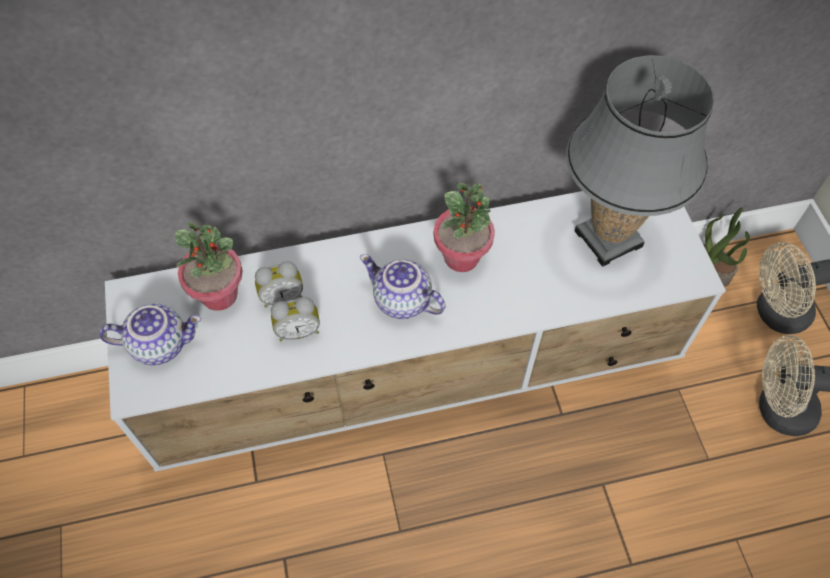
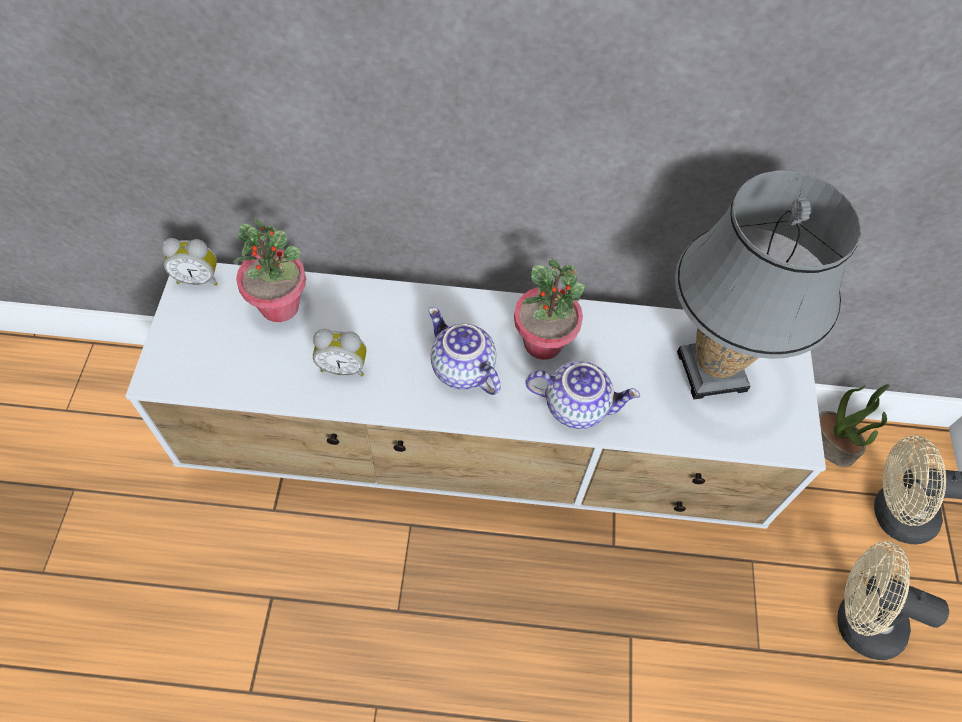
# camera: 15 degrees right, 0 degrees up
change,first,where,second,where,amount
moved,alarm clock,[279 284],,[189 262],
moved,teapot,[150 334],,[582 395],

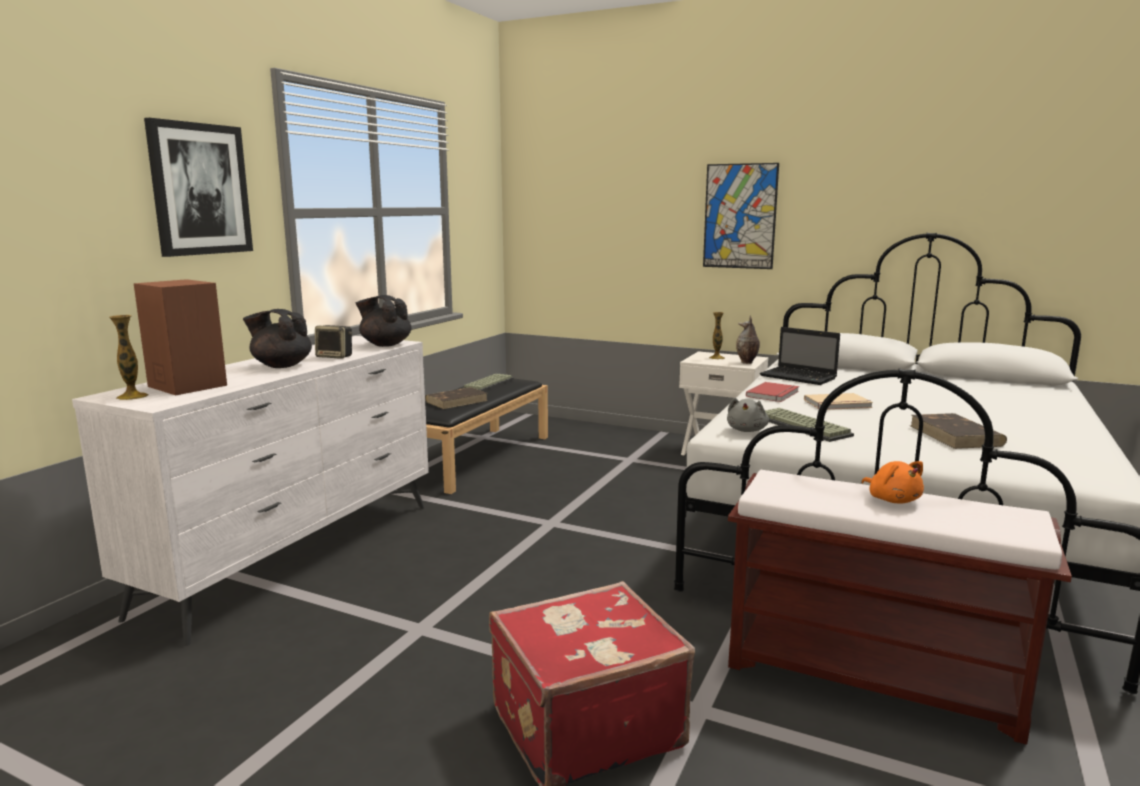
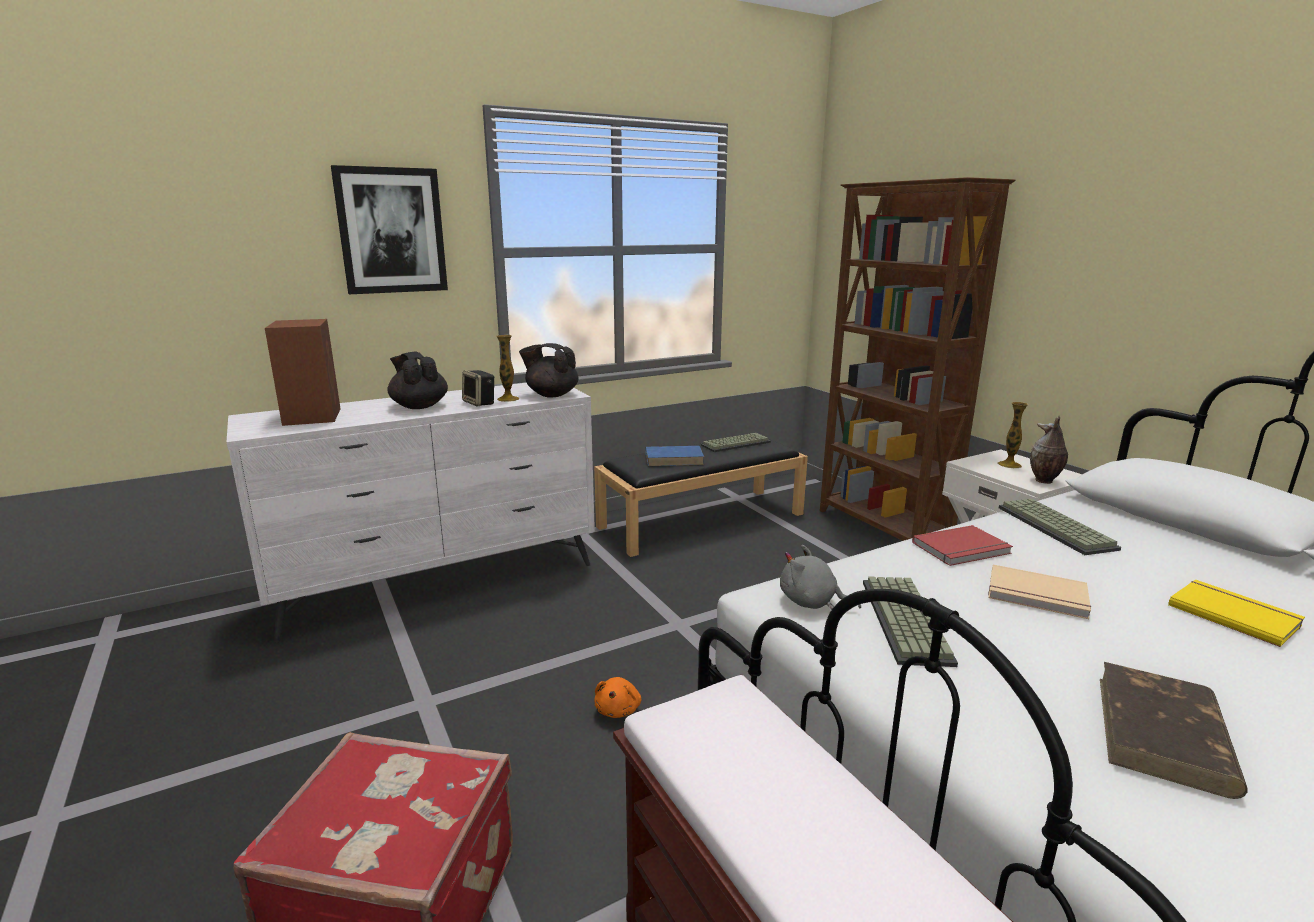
# camera: 35 degrees right, 5 degrees up
change,first,where,second,where,amount
removed,picture,[741 216],,,
turned,black teapot,[383 321],,[548 370],45 degrees counterclockwise
moved,vase,[128 357],,[507 368],
replaced,laptop,[800 356],keyboard,[1060 527],
recoloured,brown book,[456 398],blue book,[675 456],
turned,grey plush toy,[748 415],,[820 577],60 degrees clockwise
moved,orange plush toy,[892 482],,[618 697],
added,,,brown bookcase,[917 359],
added,,,yellow book,[1236 613],

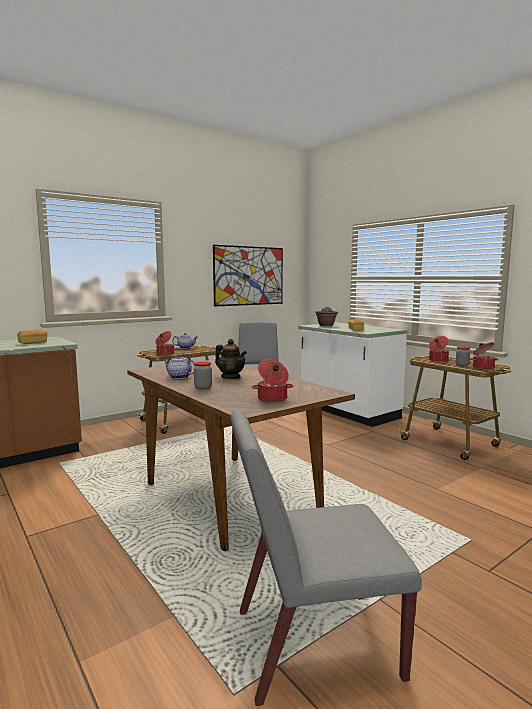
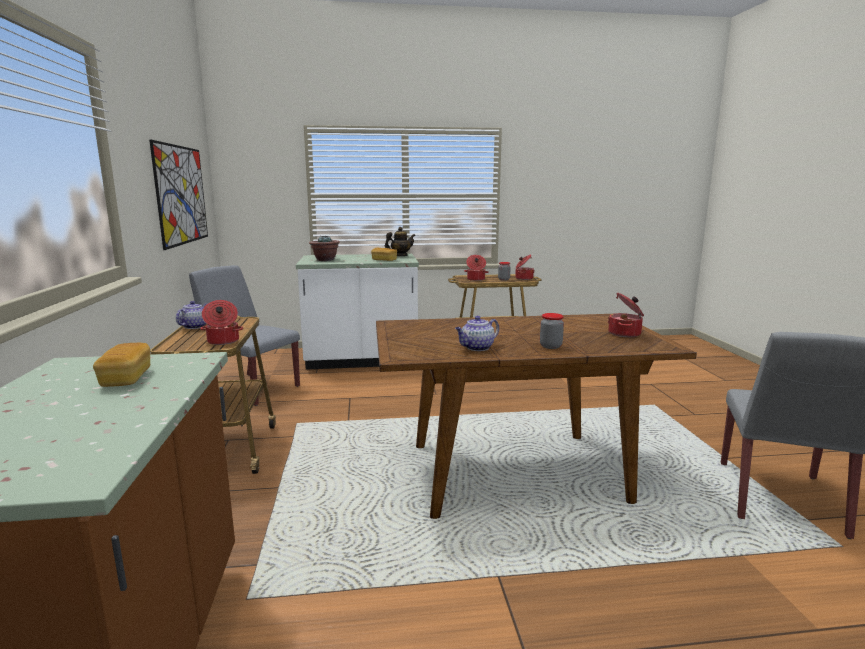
# camera: 60 degrees left, 5 degrees up
change,first,where,second,where,amount
moved,teapot,[231 359],,[400 241],

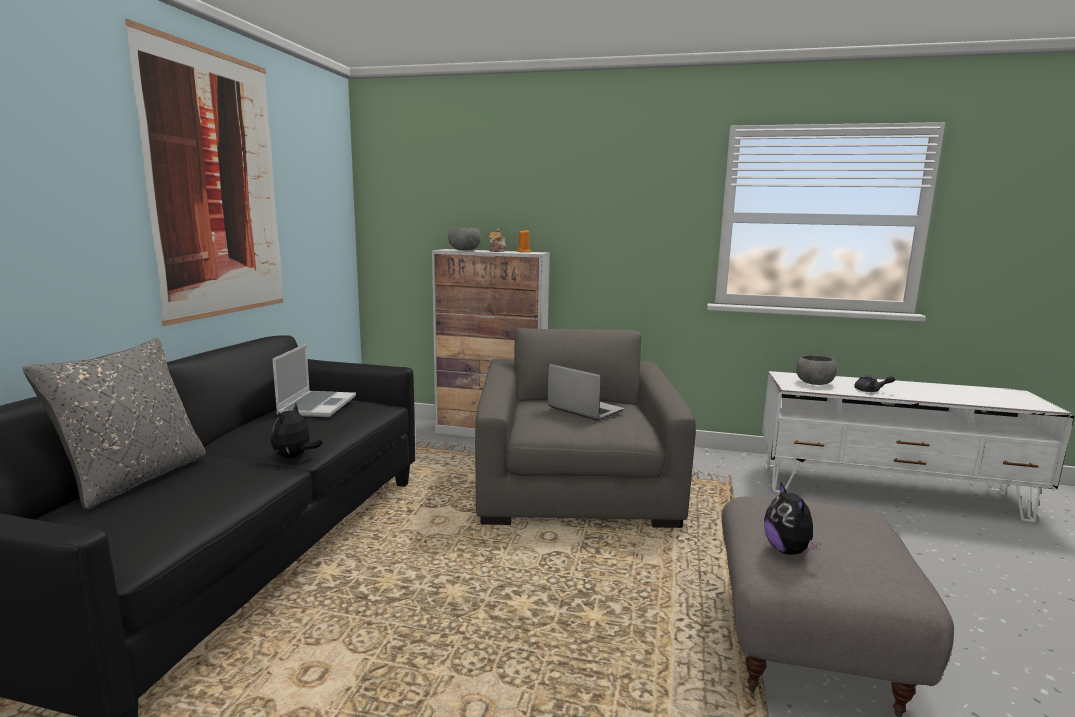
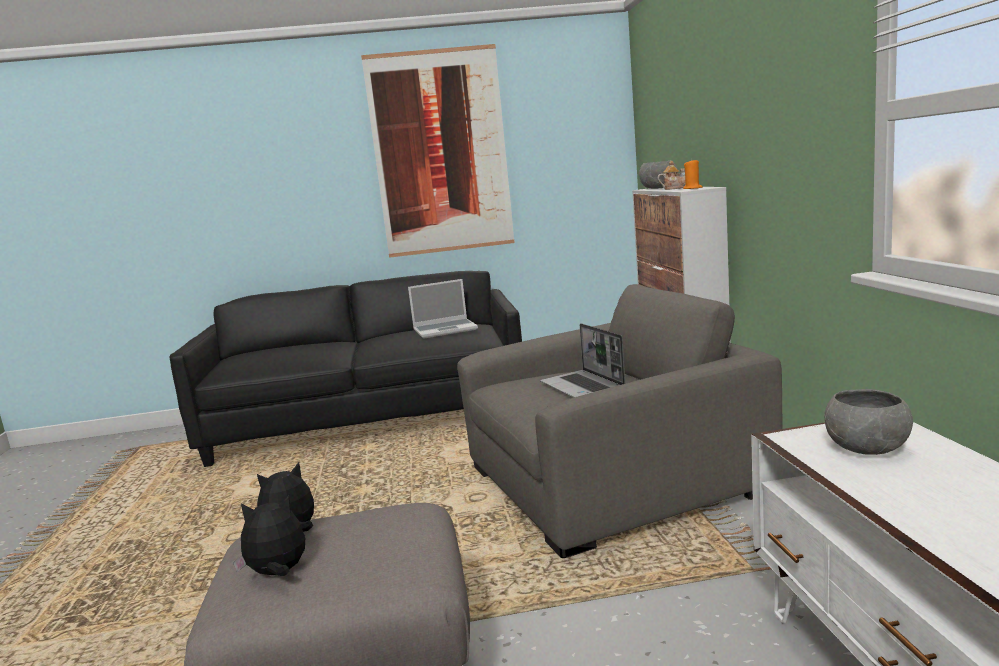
# camera: 70 degrees right, 0 degrees up
change,first,where,second,where,amount
removed,grey pillow,[114 424],,,
turned,laptop,[585 392],,[582 360],135 degrees clockwise
removed,grey teapot,[874 383],,,
moved,plush toy,[296 431],,[269 535],

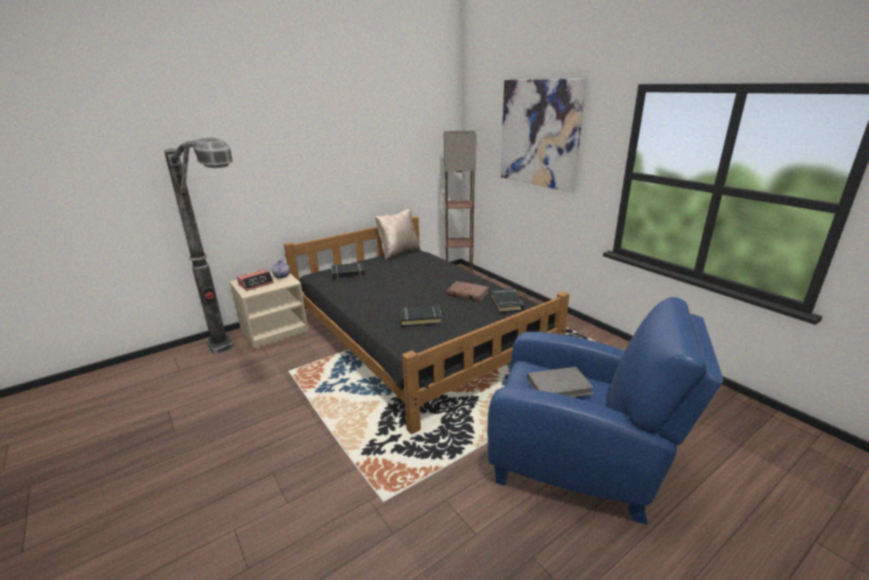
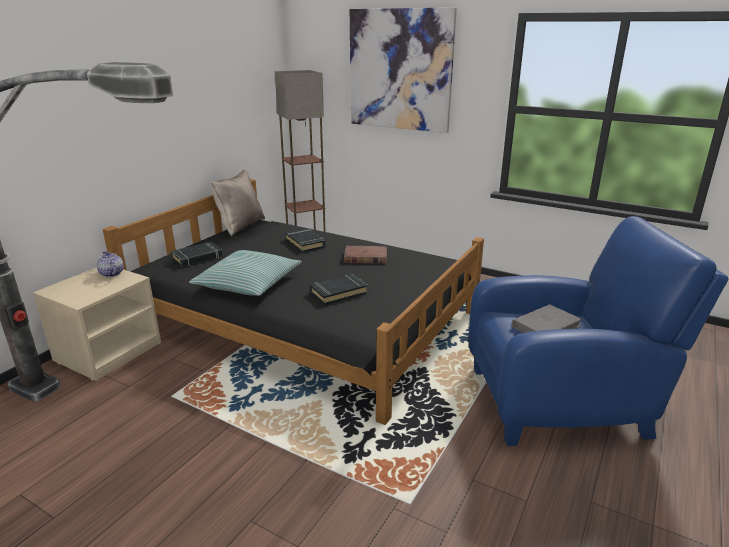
# camera: 25 degrees left, 0 degrees up
change,first,where,second,where,amount
removed,alarm clock,[255 280],,,
moved,black book,[507 300],,[305 240],
added,,,pillow,[245 273],

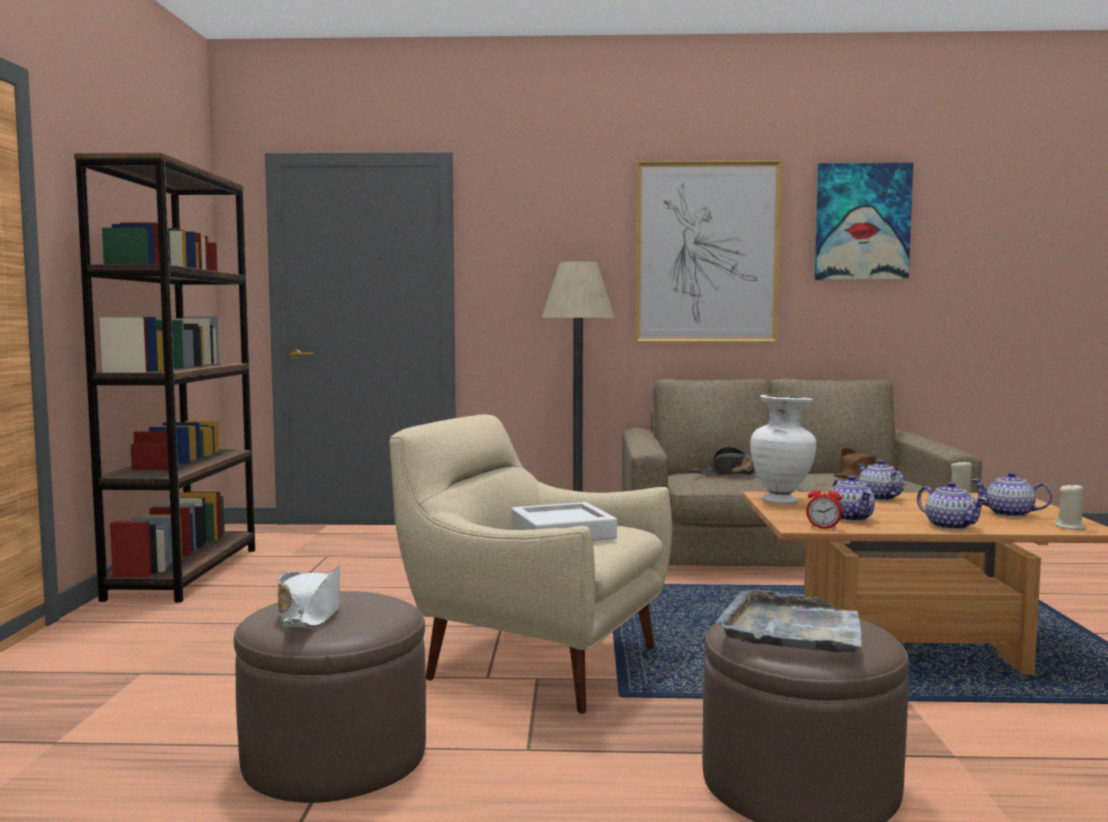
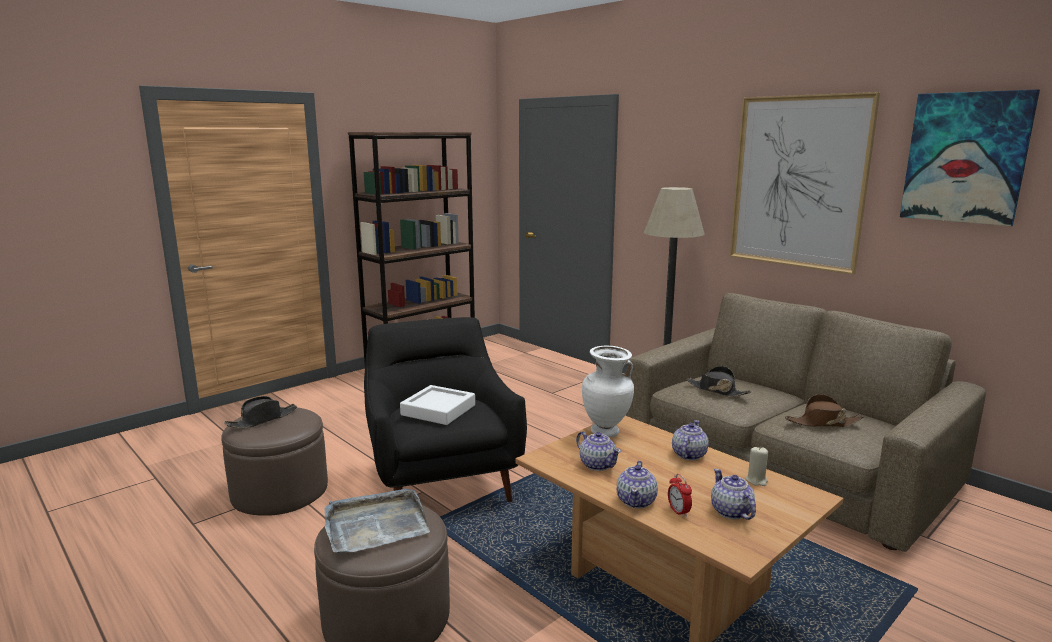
# camera: 45 degrees right, 10 degrees up
change,first,where,second,where,amount
recoloured,beige armchair,[530 564],black armchair,[445 409],
turned,teapot,[852 498],,[598 451],75 degrees counterclockwise
removed,beige candle,[1070 506],,,
moved,alarm clock,[824 506],,[680 496],
recoloured,white hat,[309 597],black hat,[260 412],

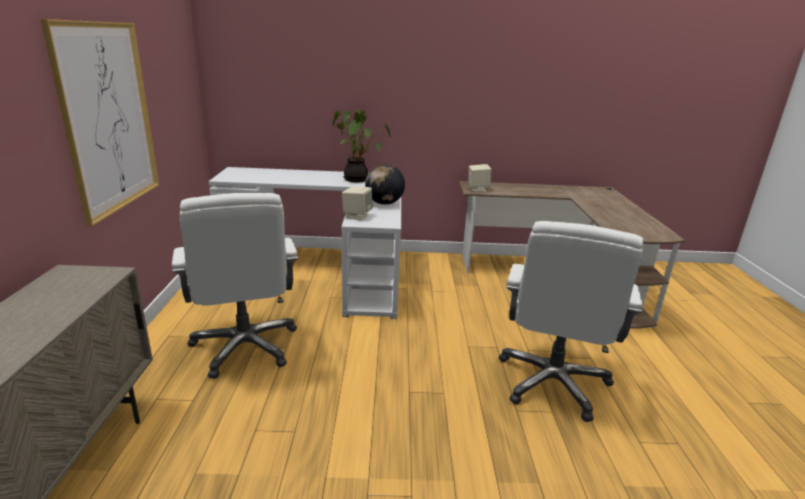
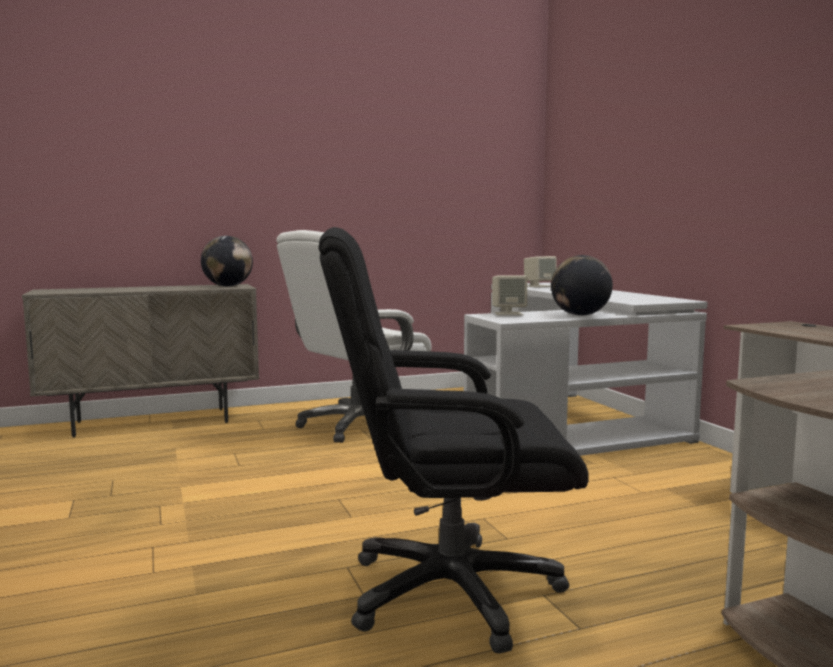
# camera: 70 degrees right, 15 degrees down
change,first,where,second,where,amount
removed,picture,[99 123],,,
removed,potted plant,[361 145],,,
moved,beige speaker,[480 178],,[540 272],
recoloured,white office chair,[571 321],black office chair,[454 440],
added,,,globe,[227 261],

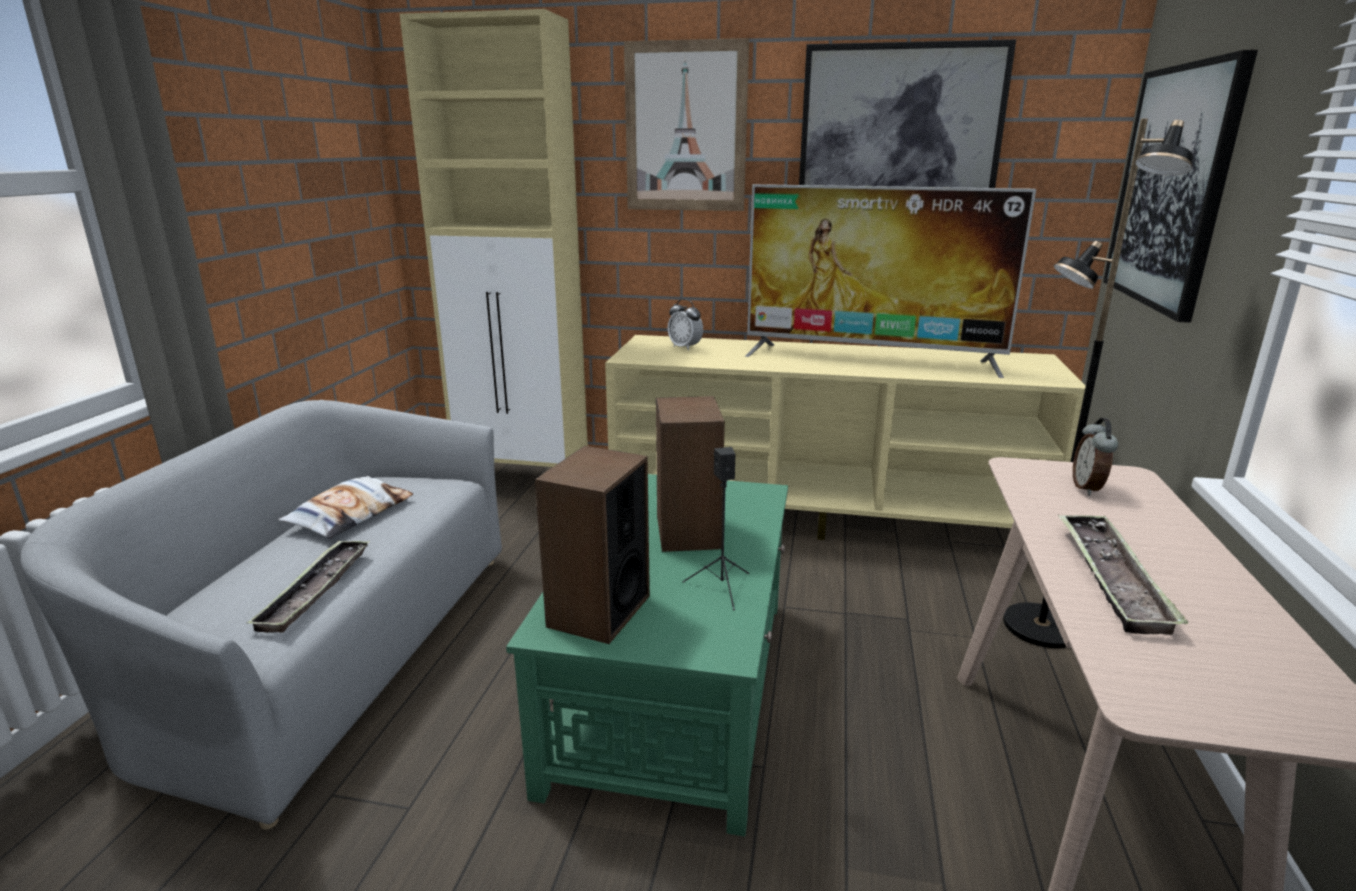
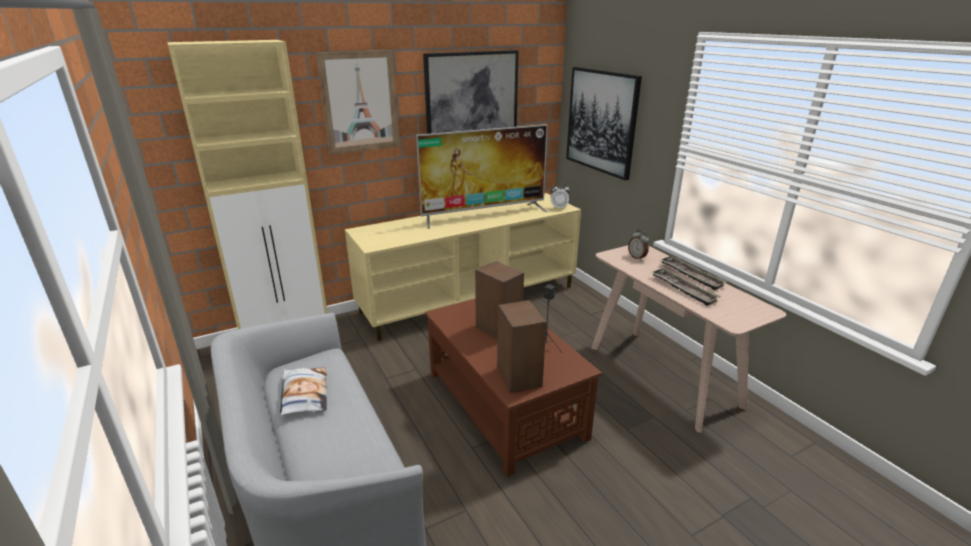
# camera: 40 degrees left, 5 degrees up
change,first,where,second,where,amount
removed,black floor lamp,[1098 383],,,
moved,alarm clock,[685 325],,[560 196],
recoloured,green coffee table,[647 655],brown coffee table,[513 388],
moved,tray,[308 586],,[693 273],

